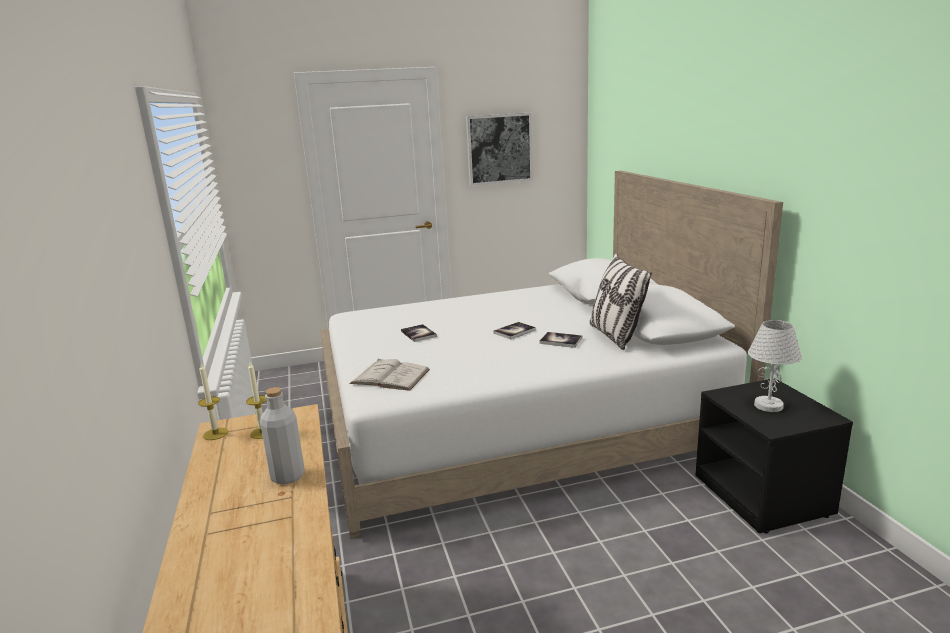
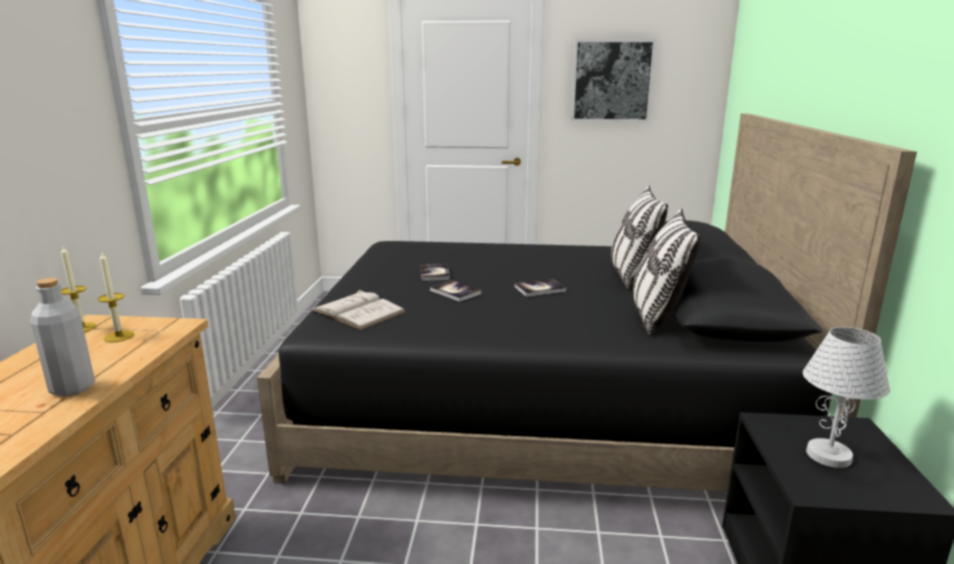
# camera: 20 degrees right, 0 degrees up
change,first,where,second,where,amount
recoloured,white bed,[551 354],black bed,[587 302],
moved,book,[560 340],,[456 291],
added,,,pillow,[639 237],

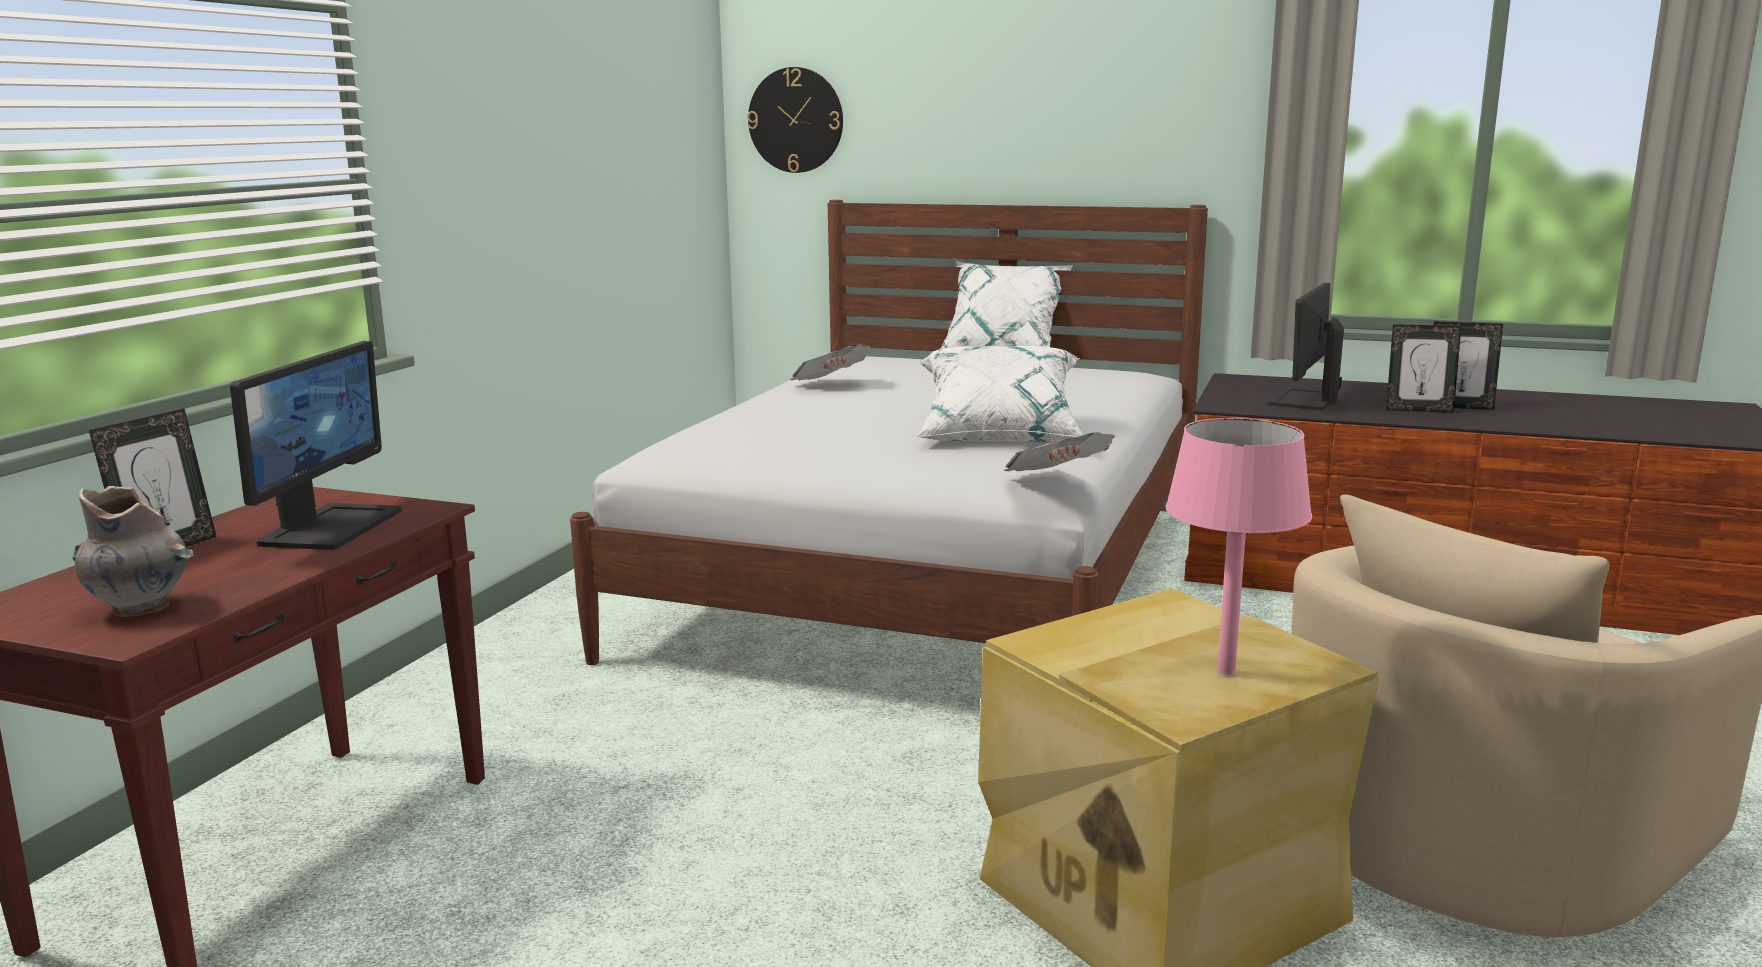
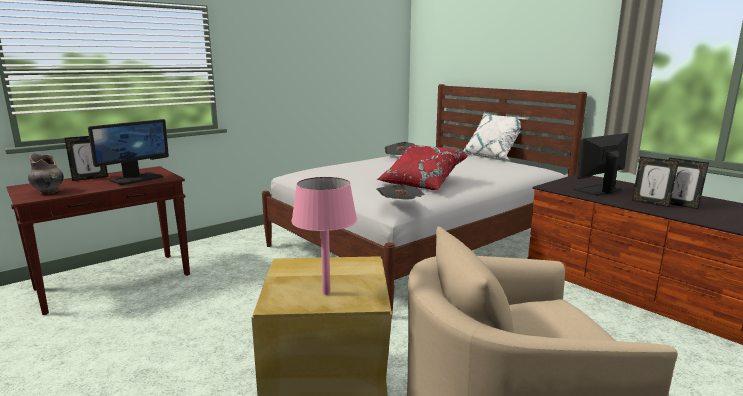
# camera: 30 degrees right, 0 degrees up
change,first,where,second,where,amount
removed,wall clock,[795 120],,,
recoloured,white pillow,[1000 394],red pillow,[422 167],

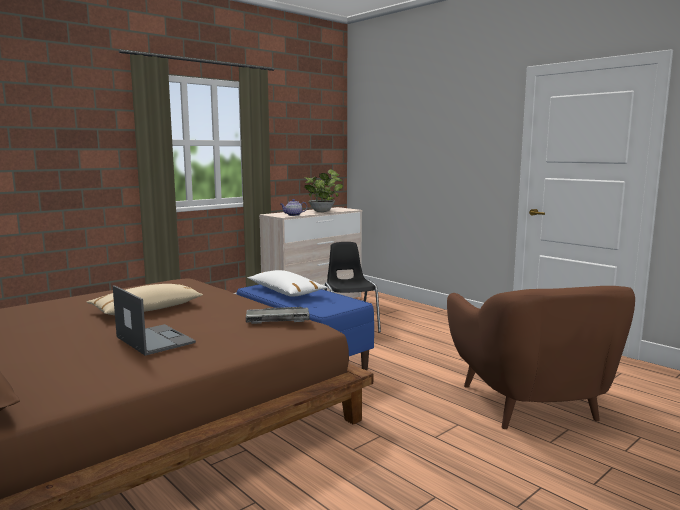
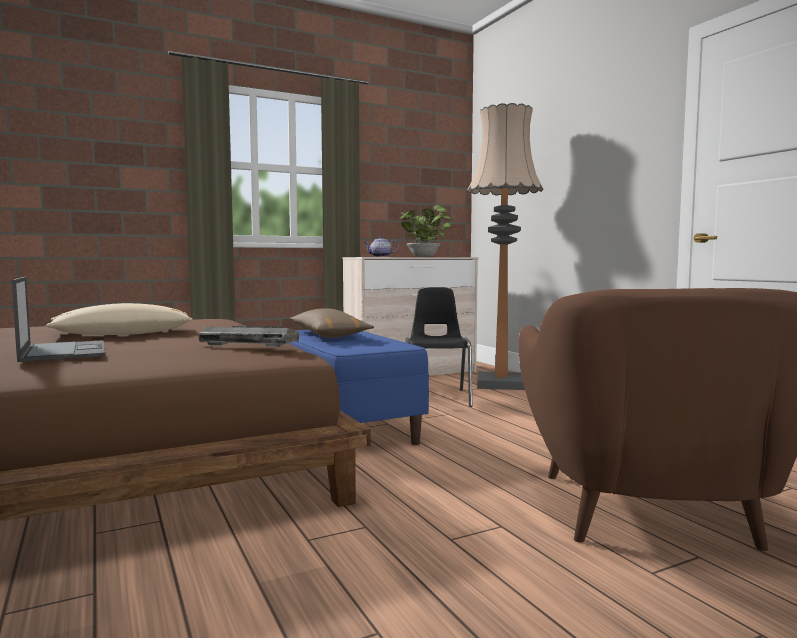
# camera: 15 degrees right, 5 degrees down
change,first,where,second,where,amount
recoloured,white pillow,[287 283],brown pillow,[332 323],
added,,,floor lamp,[505 246],

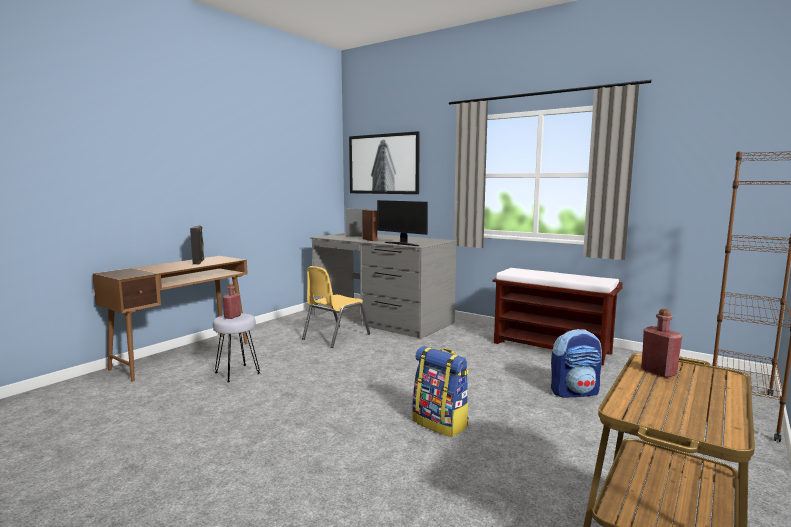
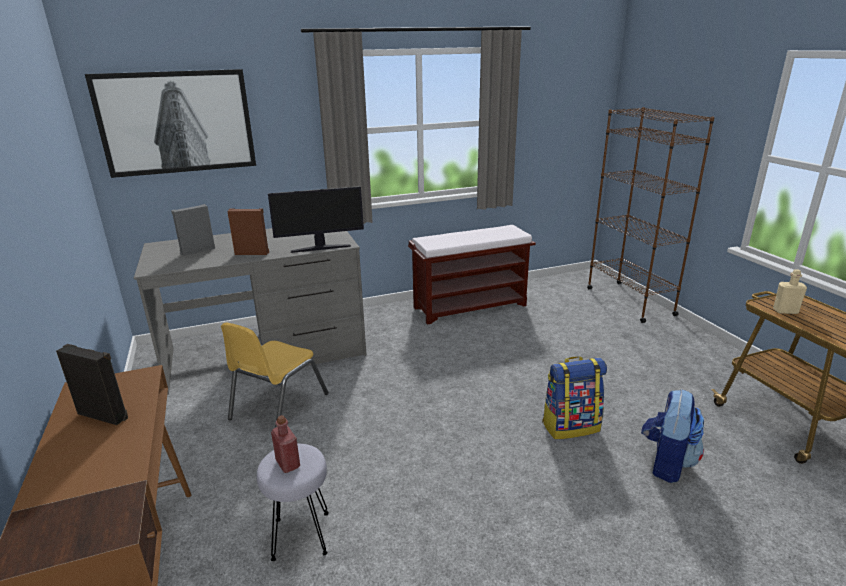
# camera: 55 degrees left, 15 degrees up
change,first,where,second,where,amount
turned,yellow chair,[336 307],,[275 375],45 degrees clockwise
recoloured,red bottle,[661 343],beige bottle,[790 291],
moved,backpack,[576 363],,[672 436],

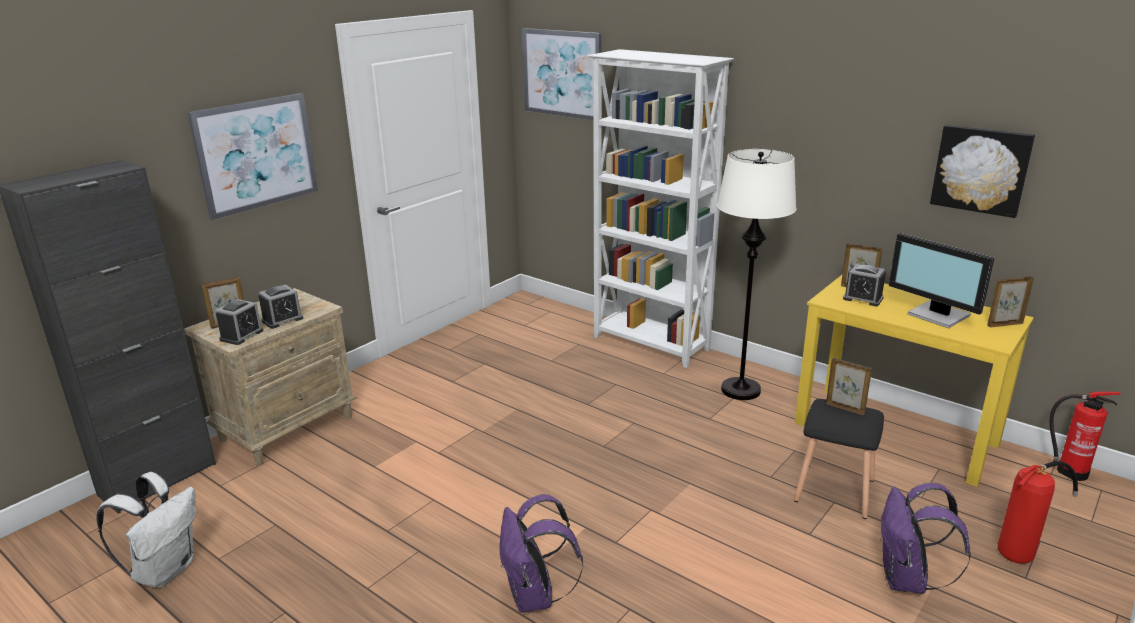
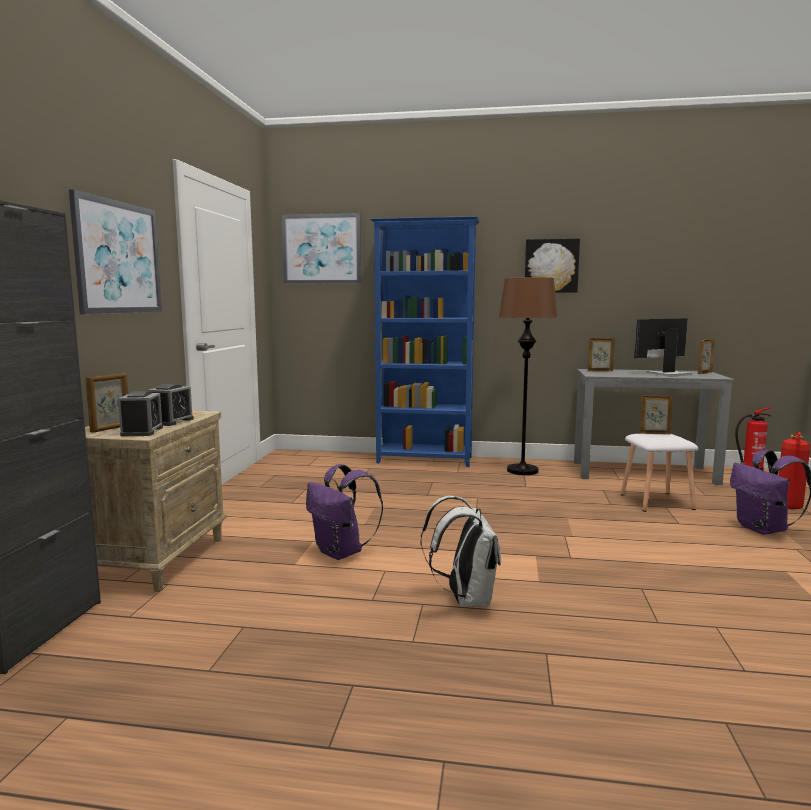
# camera: 30 degrees left, 15 degrees down
change,first,where,second,where,amount
recoloured,white bookcase,[660 208],blue bookcase,[424 341],
moved,picture,[982 171],,[552 266],
recoloured,white floor lamp,[757 274],brown floor lamp,[528 375],
turned,monitor,[941 280],,[663 347],135 degrees clockwise
removed,alarm clock,[864 285],,,
recoloured,yellow desk,[914 381],grey desk,[654 427],
recoloured,black stool,[839 459],white stool,[659 473],
moved,white backpack,[146 530],,[461 551],
moved,purple backpack,[541 553],,[344 512],

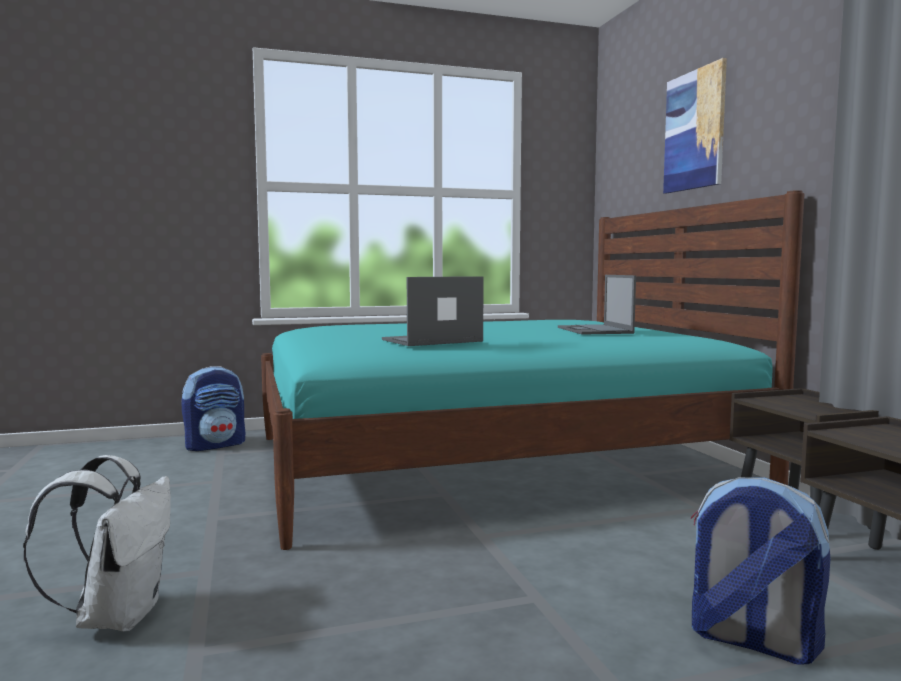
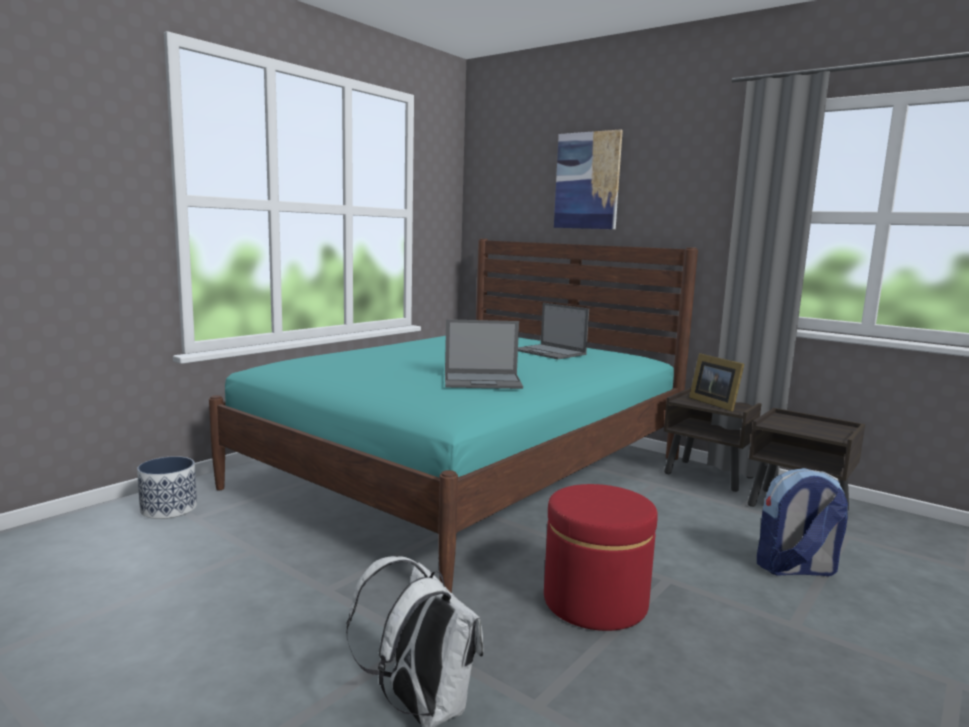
# camera: 35 degrees left, 5 degrees up
change,first,where,second,where,amount
turned,laptop,[433 311],,[484 354],120 degrees counterclockwise
replaced,backpack,[213 408],planter,[167 487],
added,,,picture frame,[716 382],
added,,,red ottoman,[601 557],

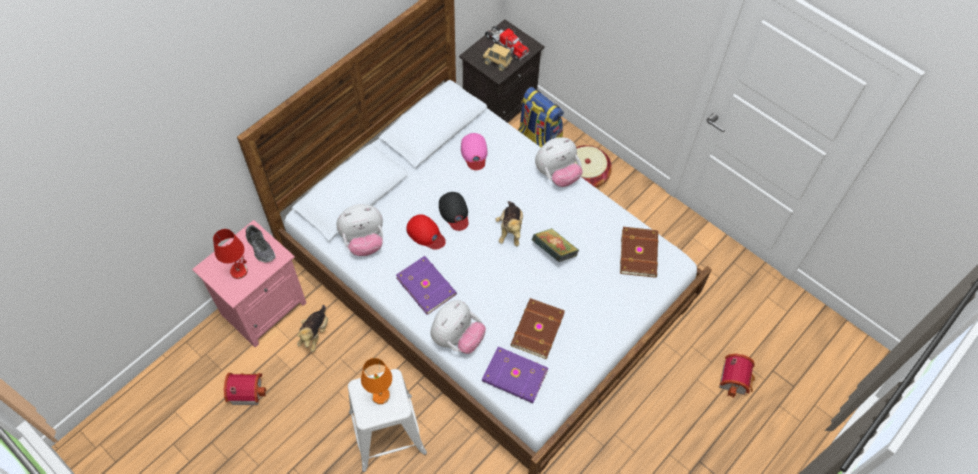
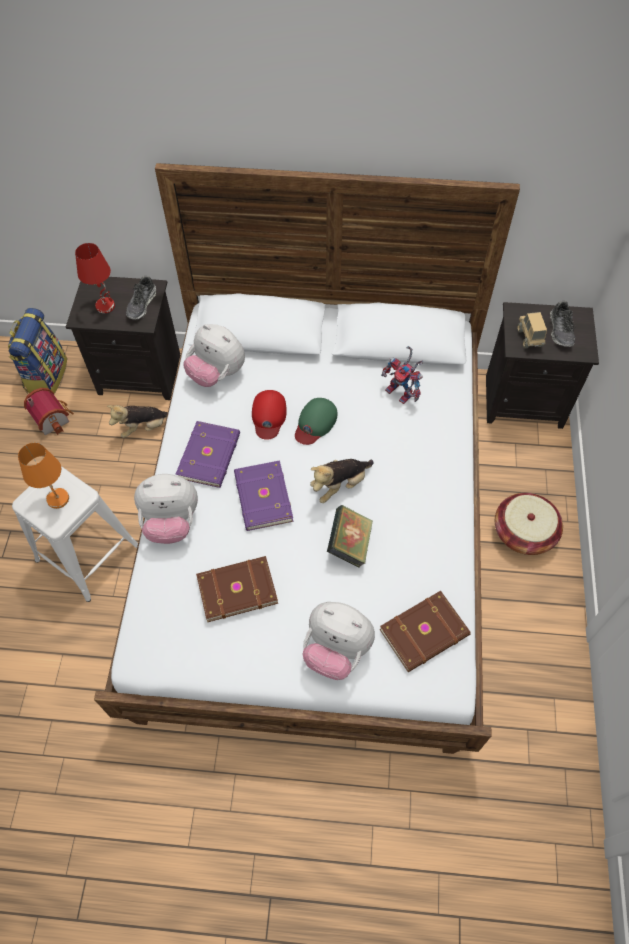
# camera: 55 degrees right, 0 degrees up
change,first,where,second,where,amount
replaced,toy truck,[507 42],shoe,[562 324],
moved,backpack,[541 117],,[37 351],
replaced,pink cap,[474 151],toy robot,[402 375],
moved,plush toy,[558 162],,[339 641],
recoloured,black cap,[454 211],green cap,[316 421],
recoloured,pink nightstand,[249 284],black nightstand,[123 338],
moved,purple book,[515 374],,[264 495],
removed,toy house,[737 376],,,

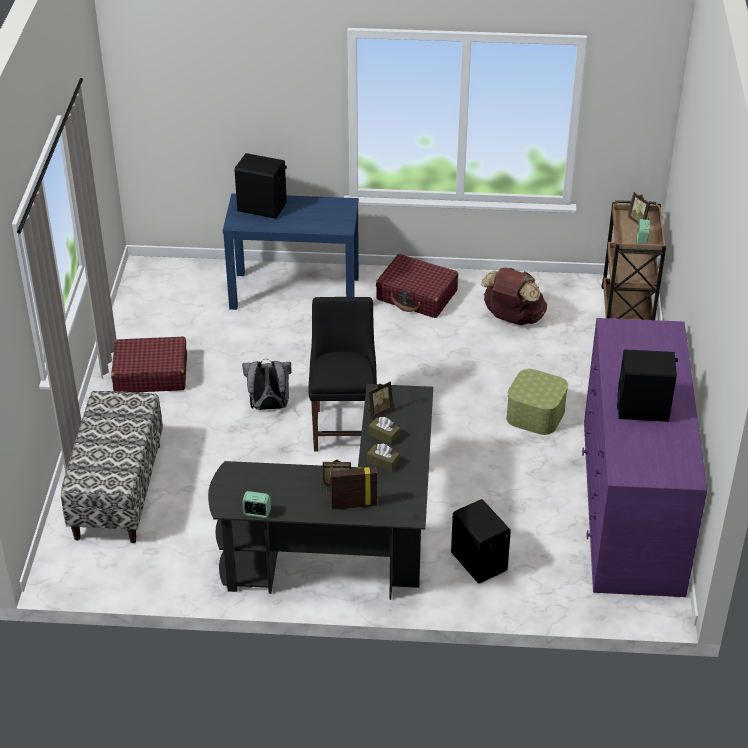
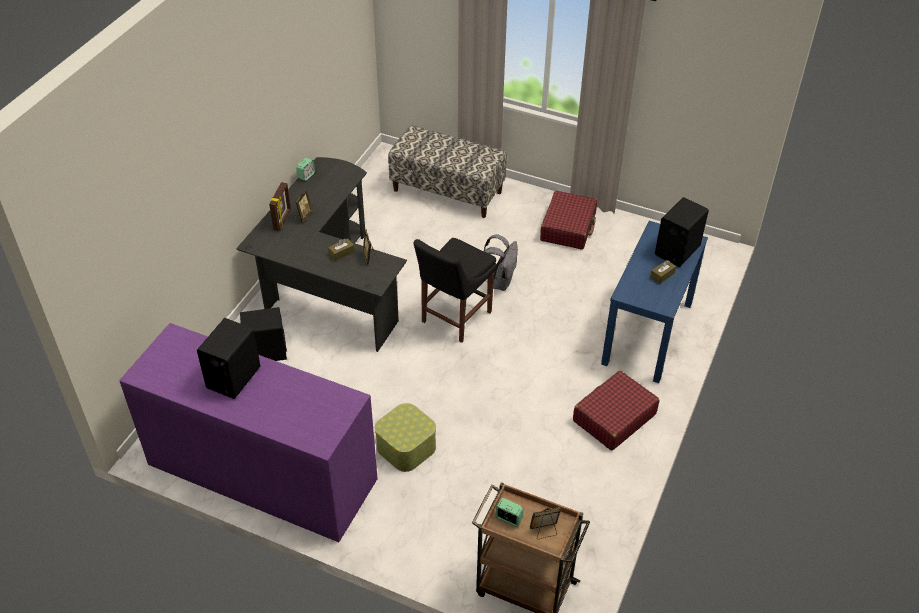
# camera: 110 degrees right, 5 degrees up
change,first,where,second,where,amount
removed,brown backpack,[514 296],,,
turned,black chair,[342 374],,[455 290],105 degrees clockwise
moved,brown tissue box,[383 458],,[663 272],

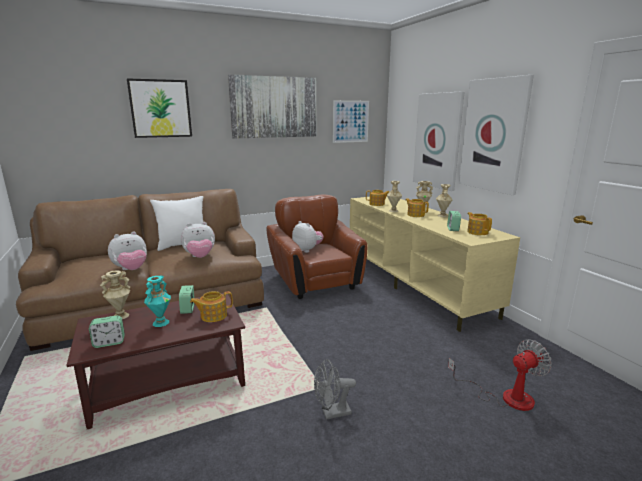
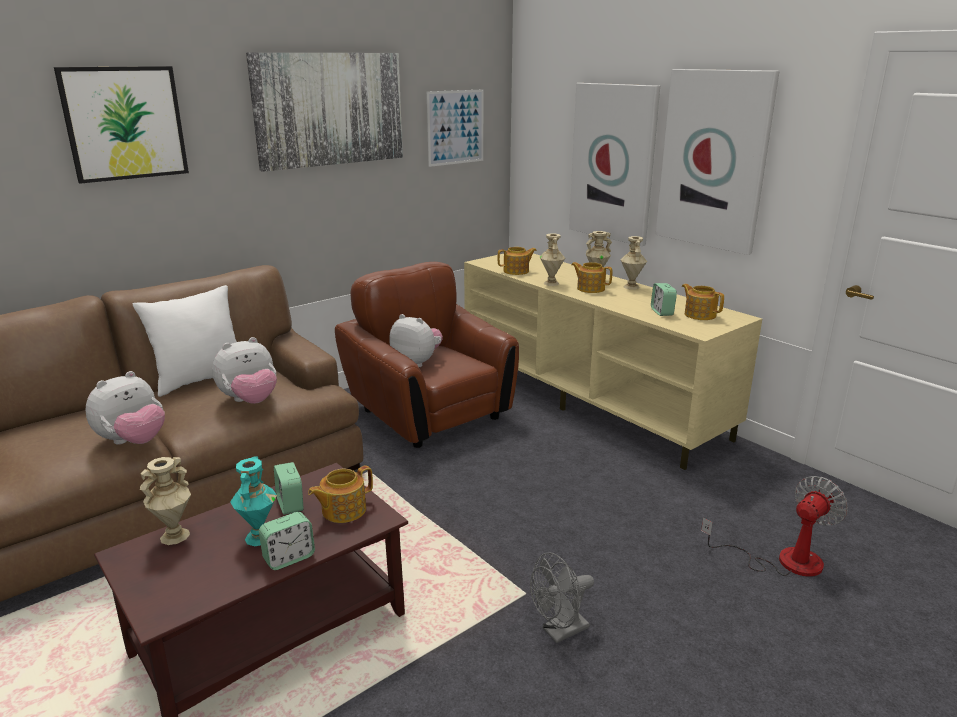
# camera: 15 degrees left, 5 degrees up
change,first,where,second,where,amount
moved,alarm clock,[107 331],,[287 541],

